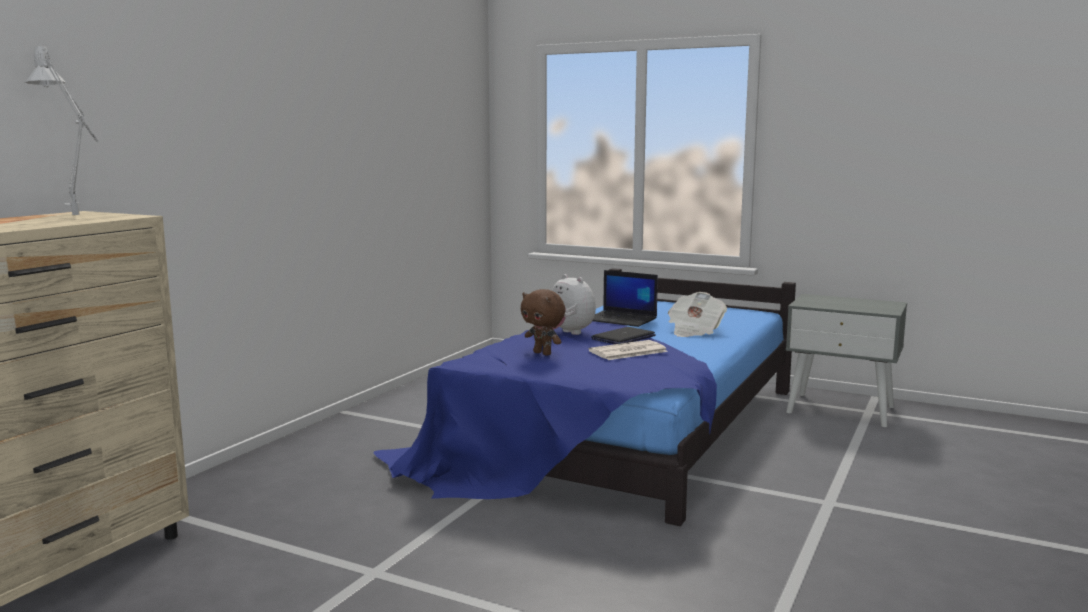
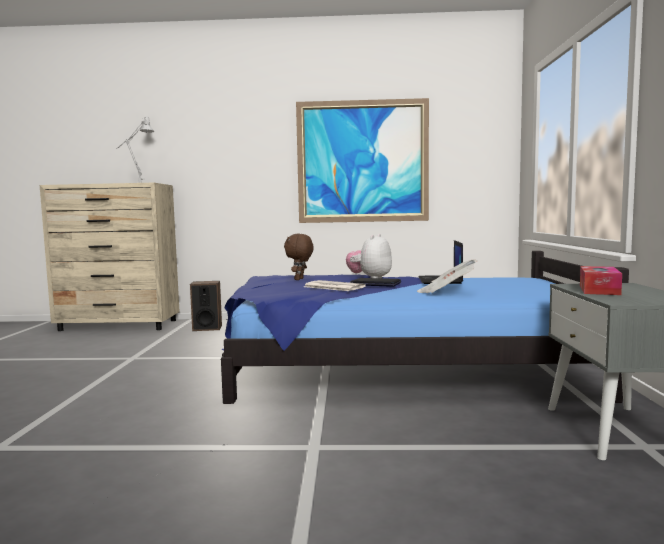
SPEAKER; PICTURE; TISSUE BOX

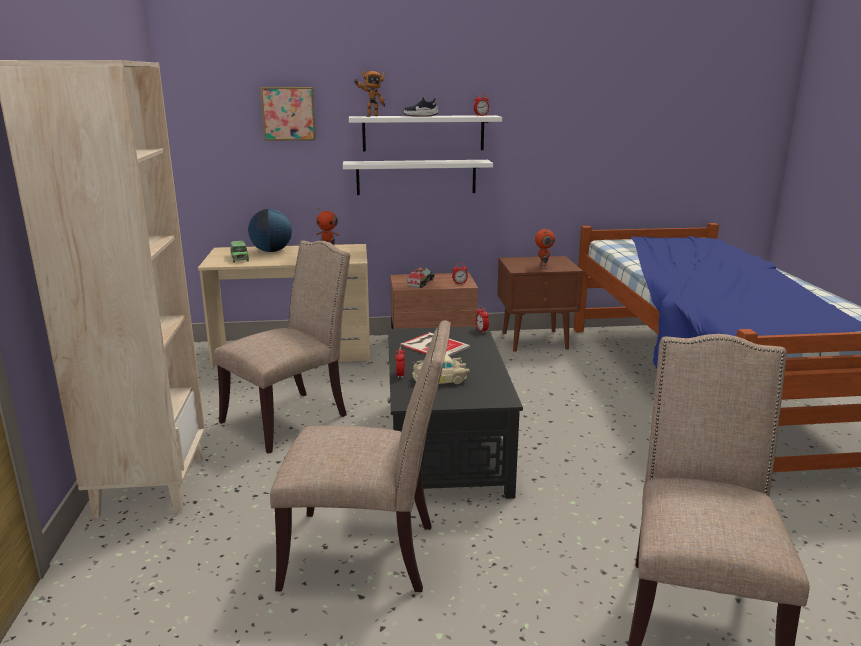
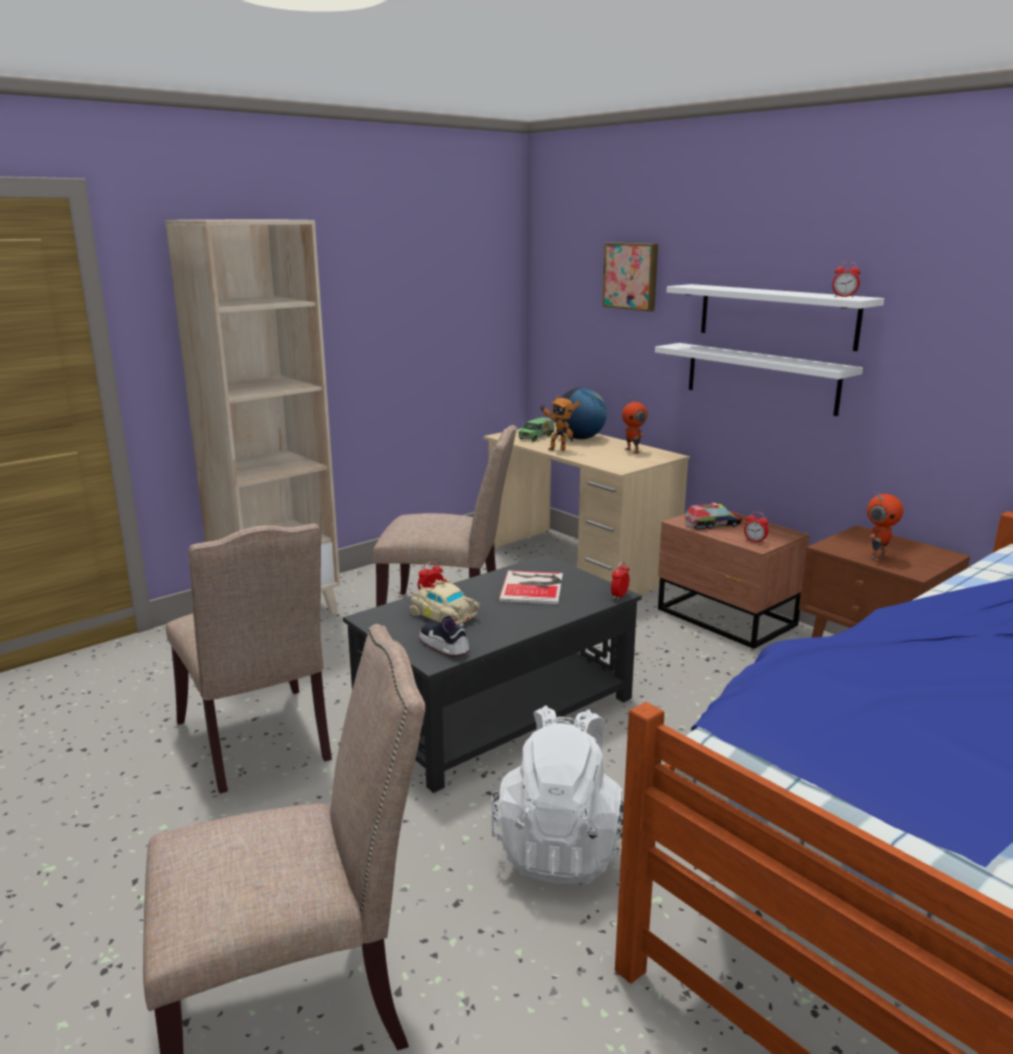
WHITE BACKPACK; TOY ROBOT (1st from left); SHOE

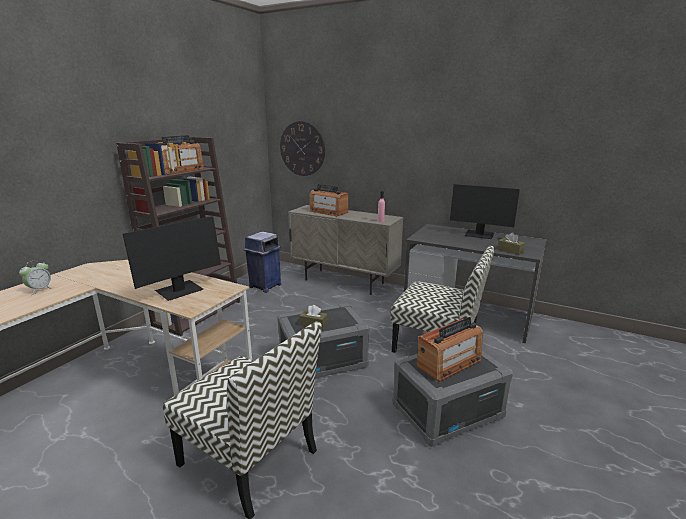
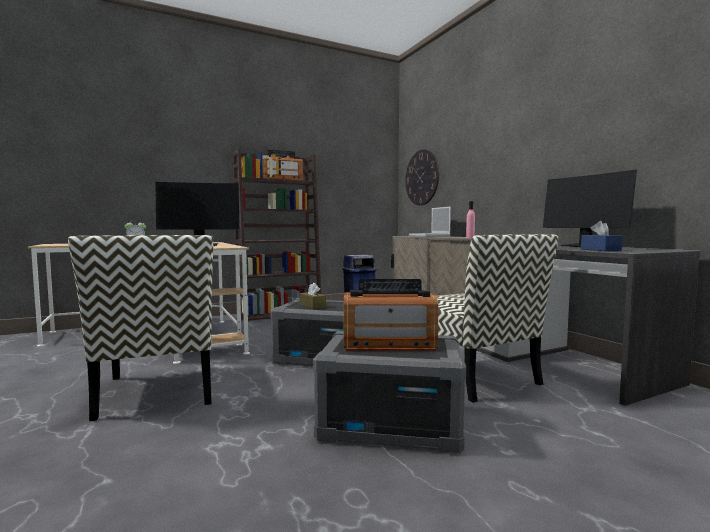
LAPTOP; BLUE TISSUE BOX

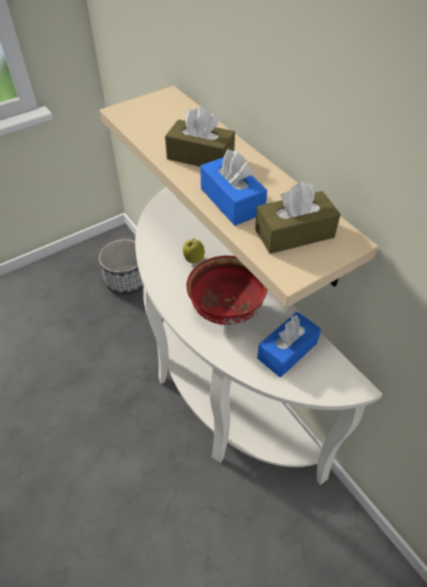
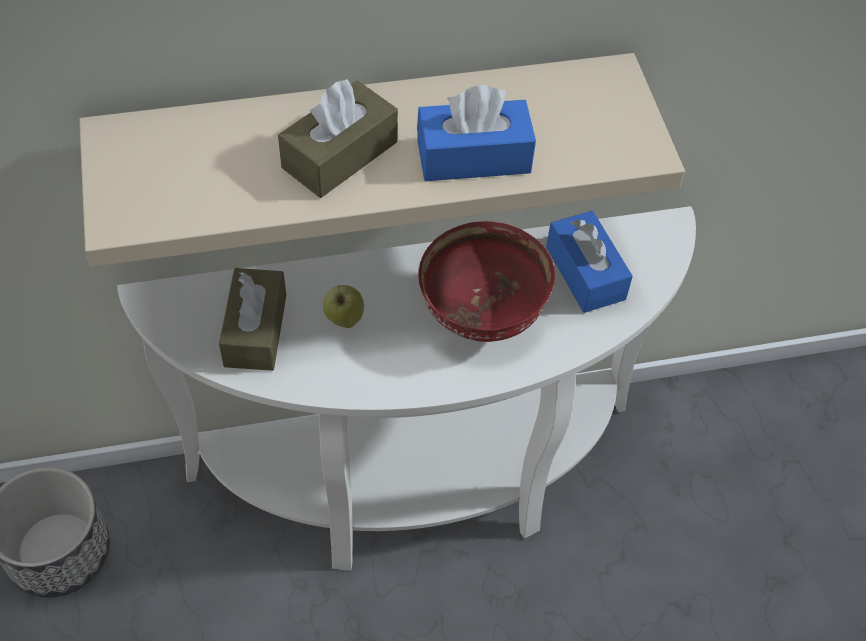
BROWN TISSUE BOX (1st from left)

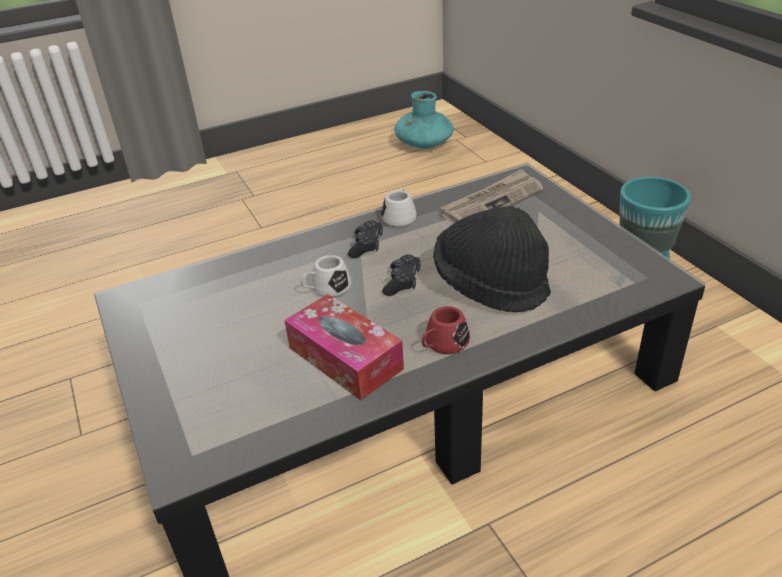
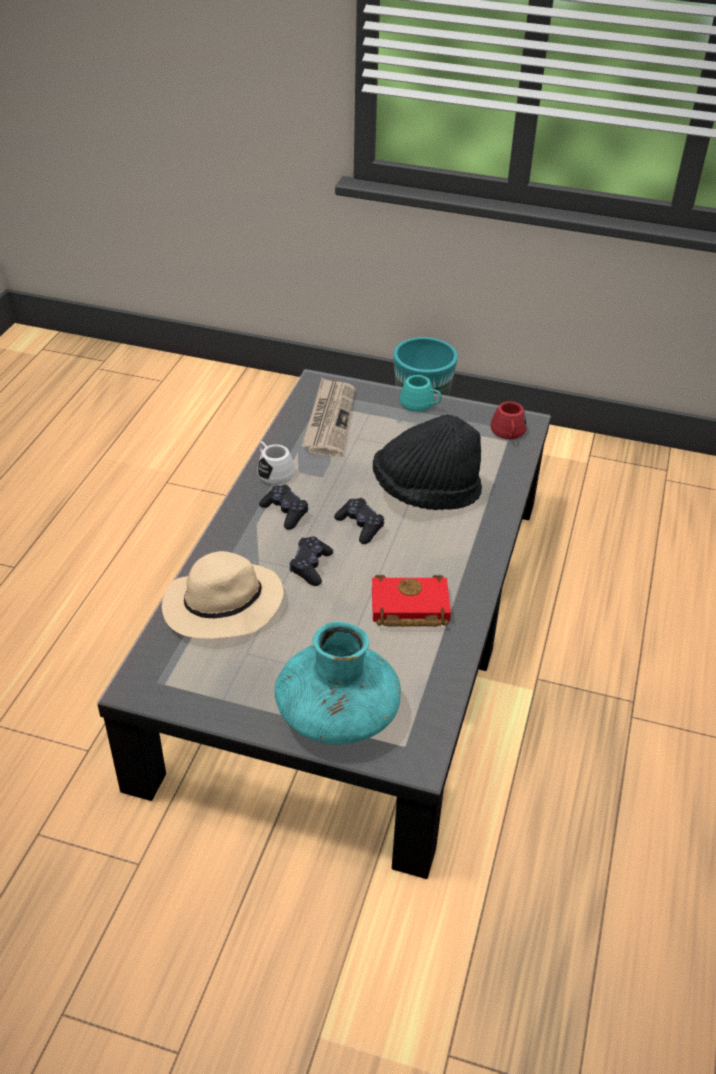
BEIGE HAT; TURQUOISE MUG; TURQUOISE VASE; RED MUG; RED BOOK; BLACK GAME CONTROLLER (2nd from left)

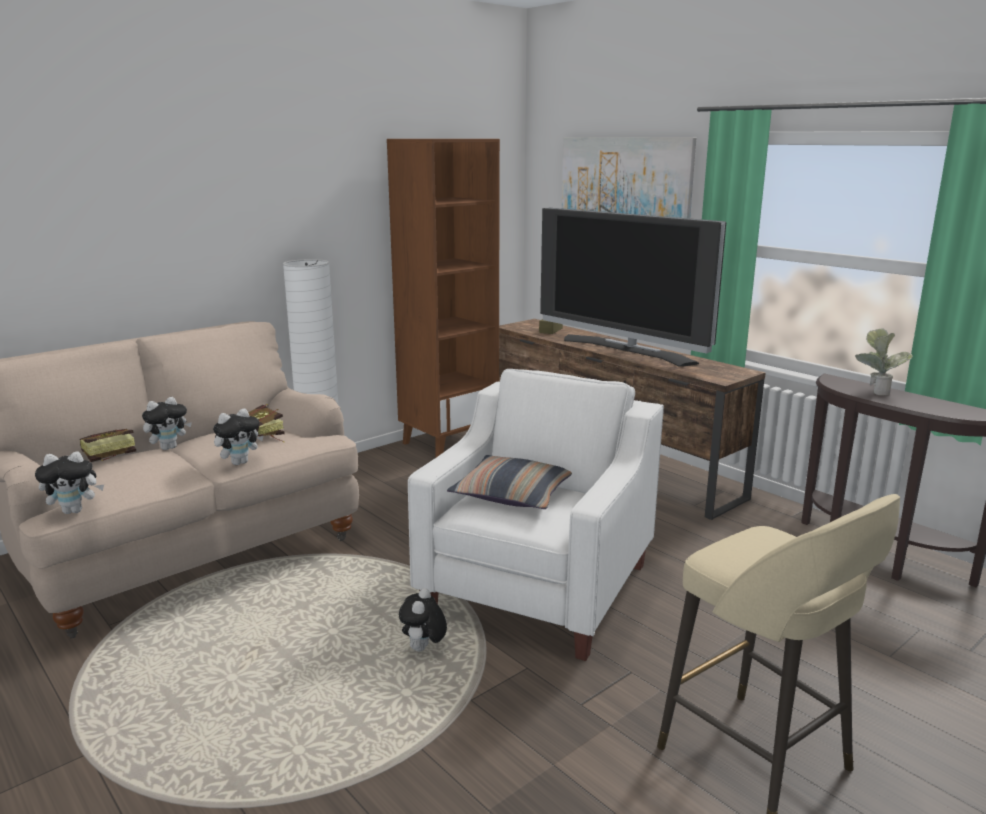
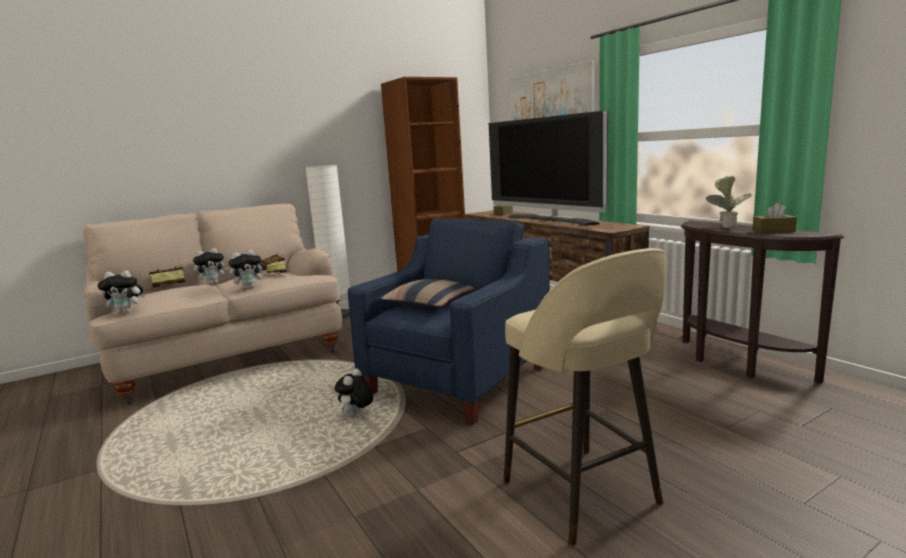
BROWN TISSUE BOX (2nd from left); BLUE ARMCHAIR

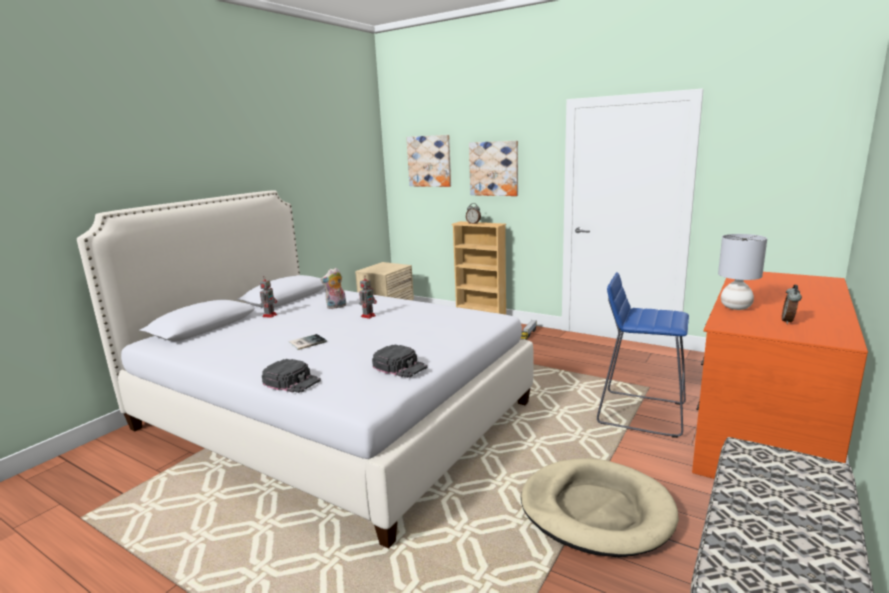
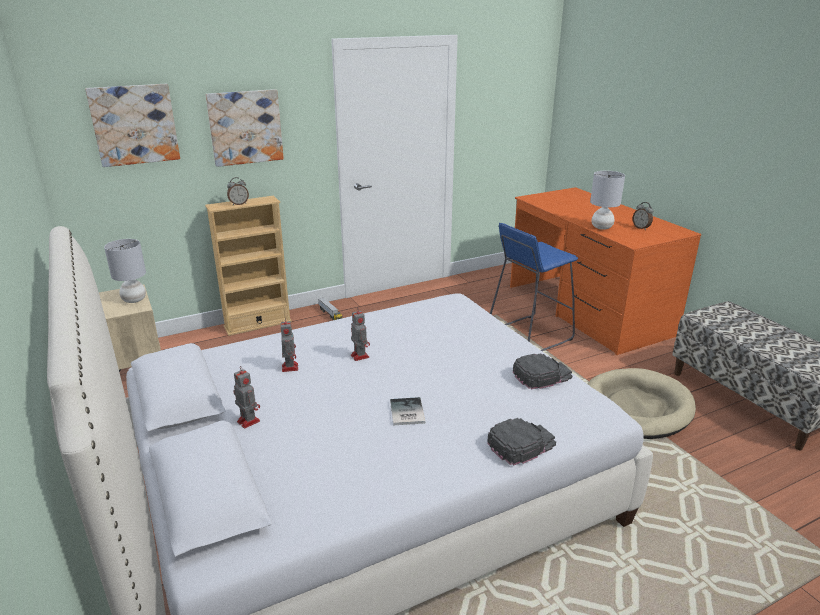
GREY TABLE LAMP (1st from left); TOY ROBOT (2nd from left)

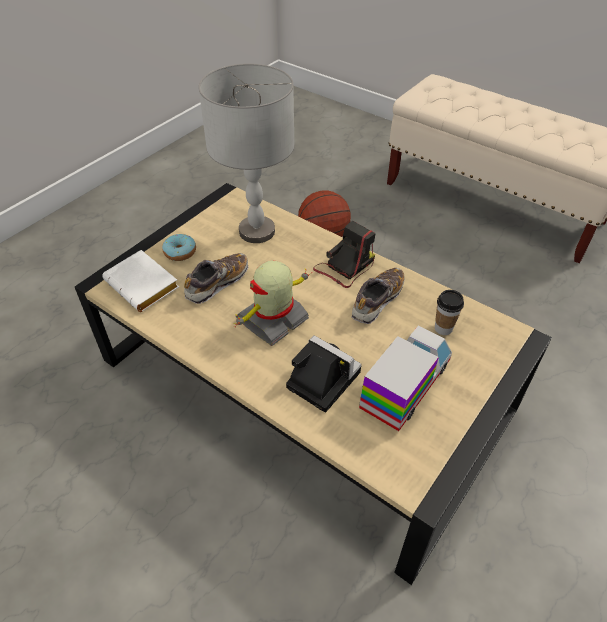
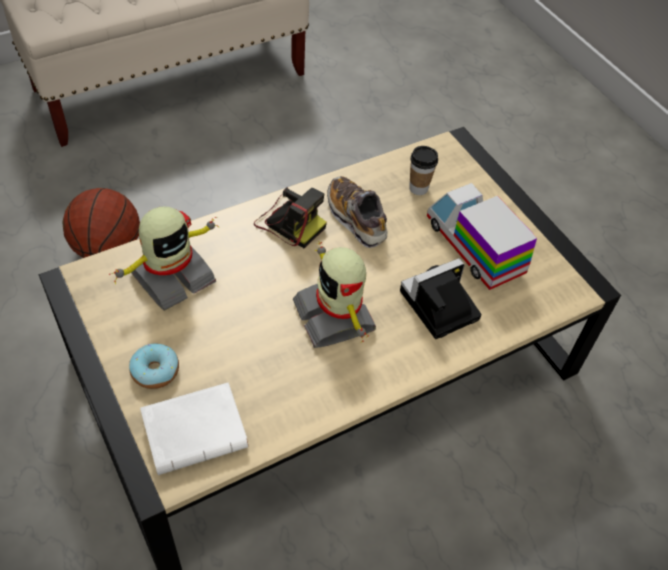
SHOE (1st from left in the first image); TOY ROBOT (1st from left); PHOTO CAMERA (1st from left)

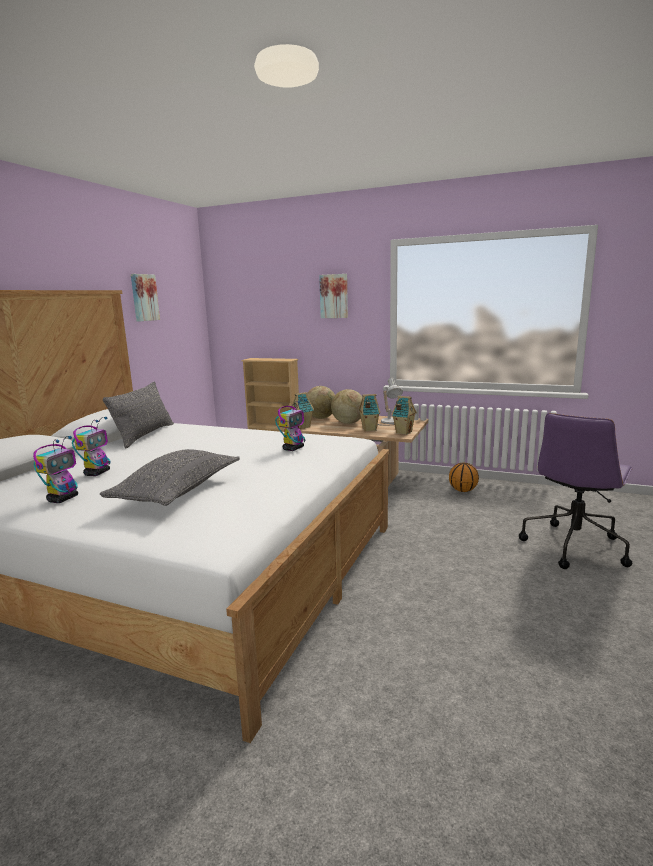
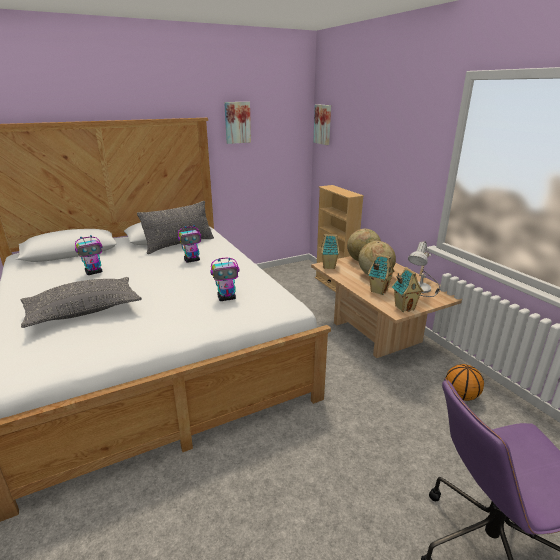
TOY ROBOT (2nd from left); PICTURE (2nd from left)

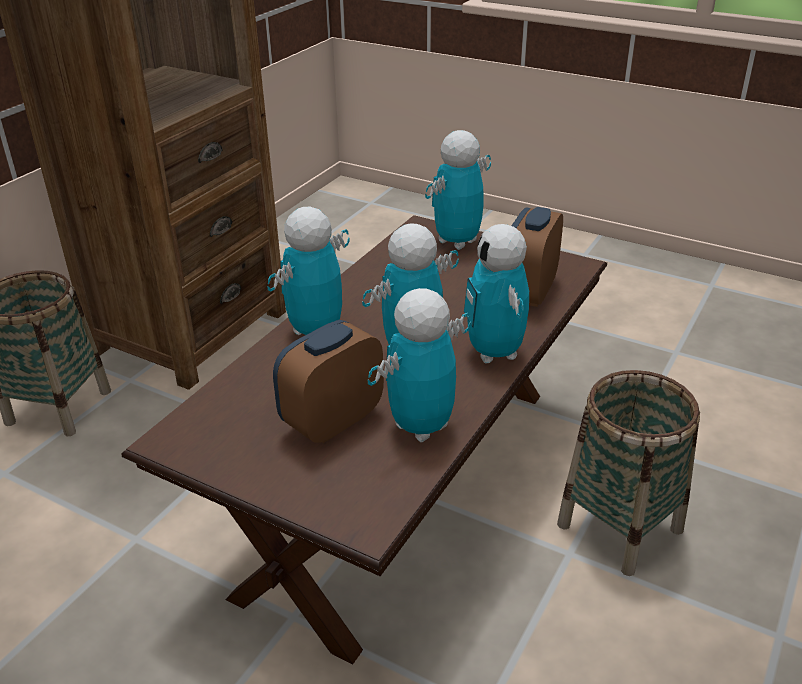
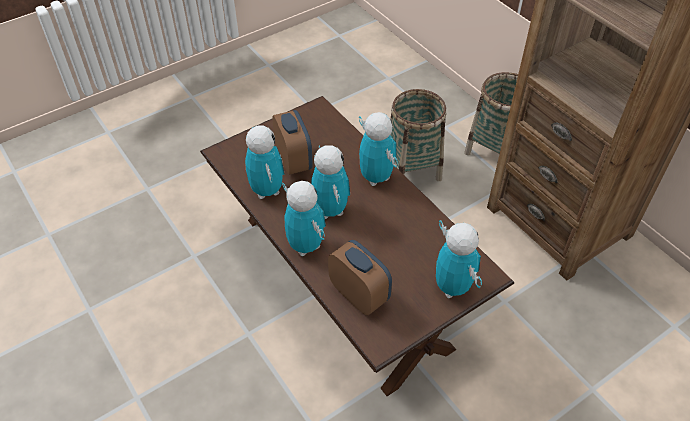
BASKET (1st from left); TOY ROBOT (2nd from left)

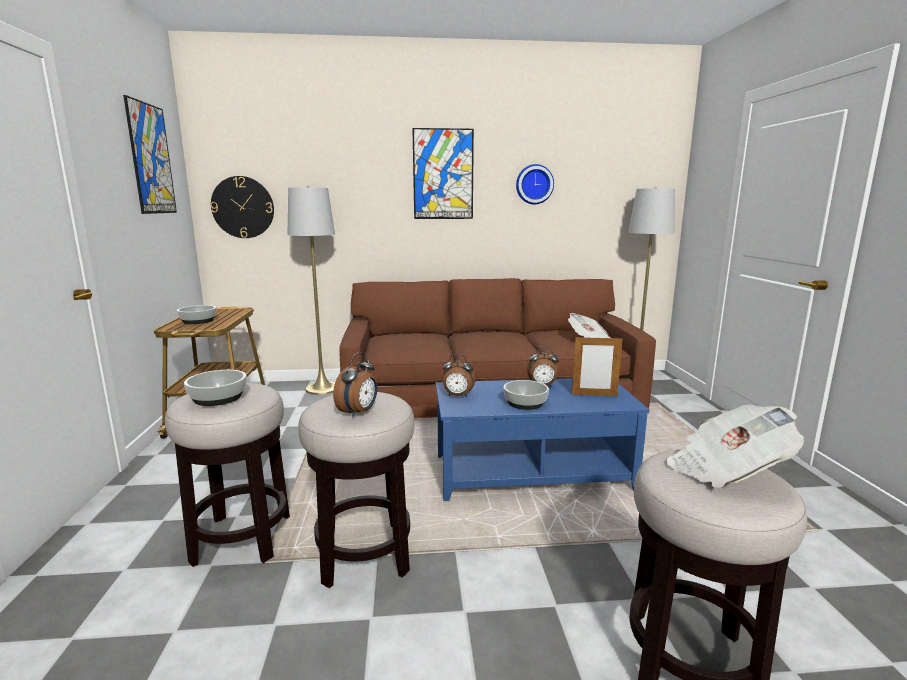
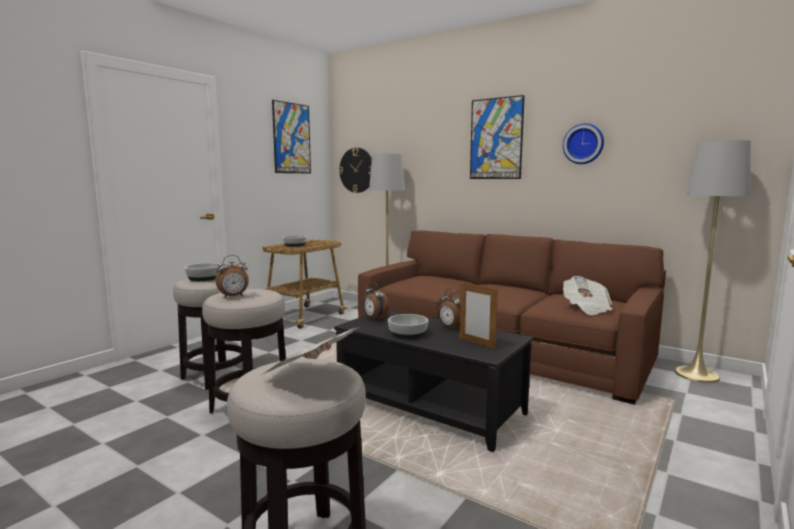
BLACK COFFEE TABLE

